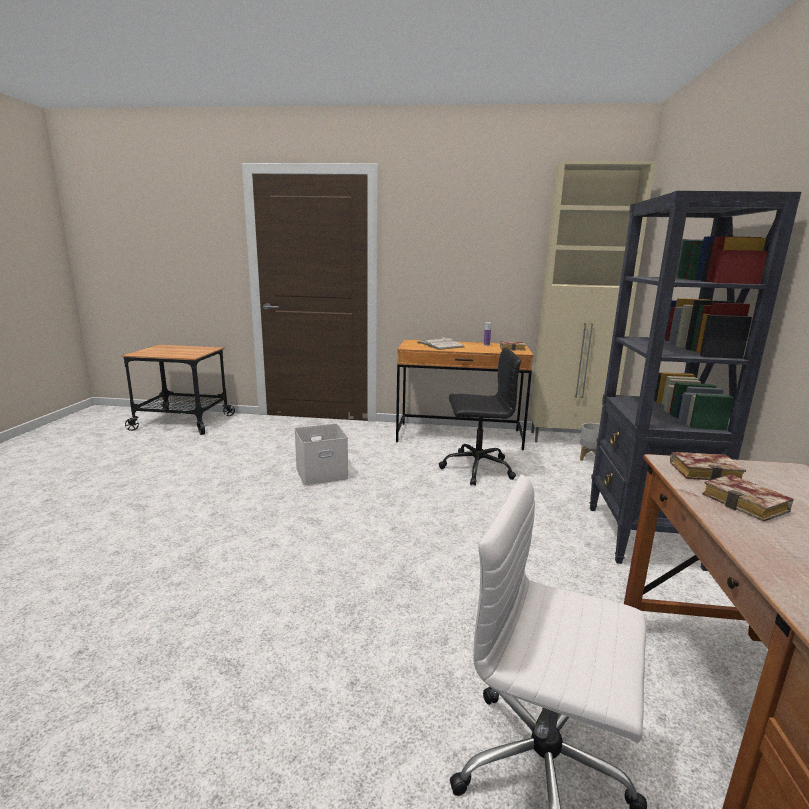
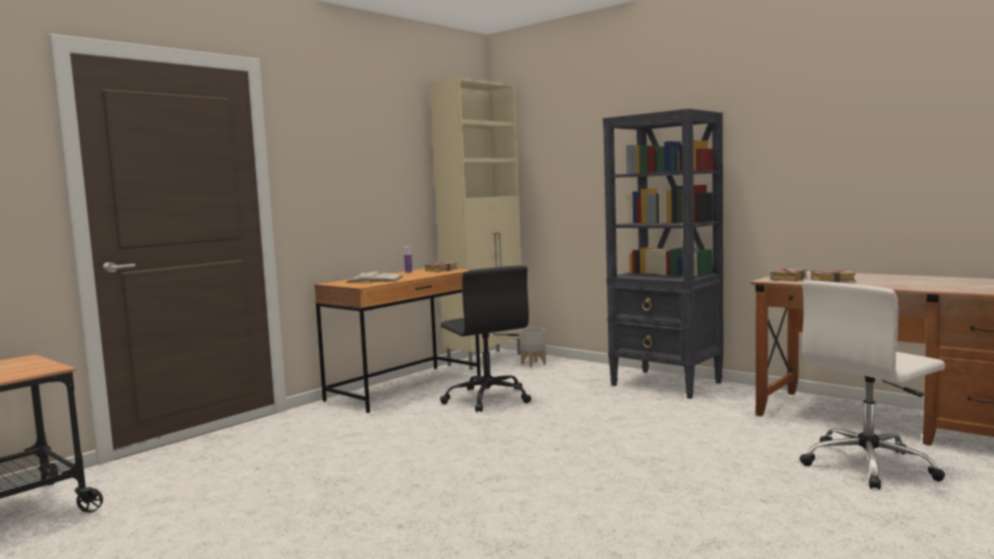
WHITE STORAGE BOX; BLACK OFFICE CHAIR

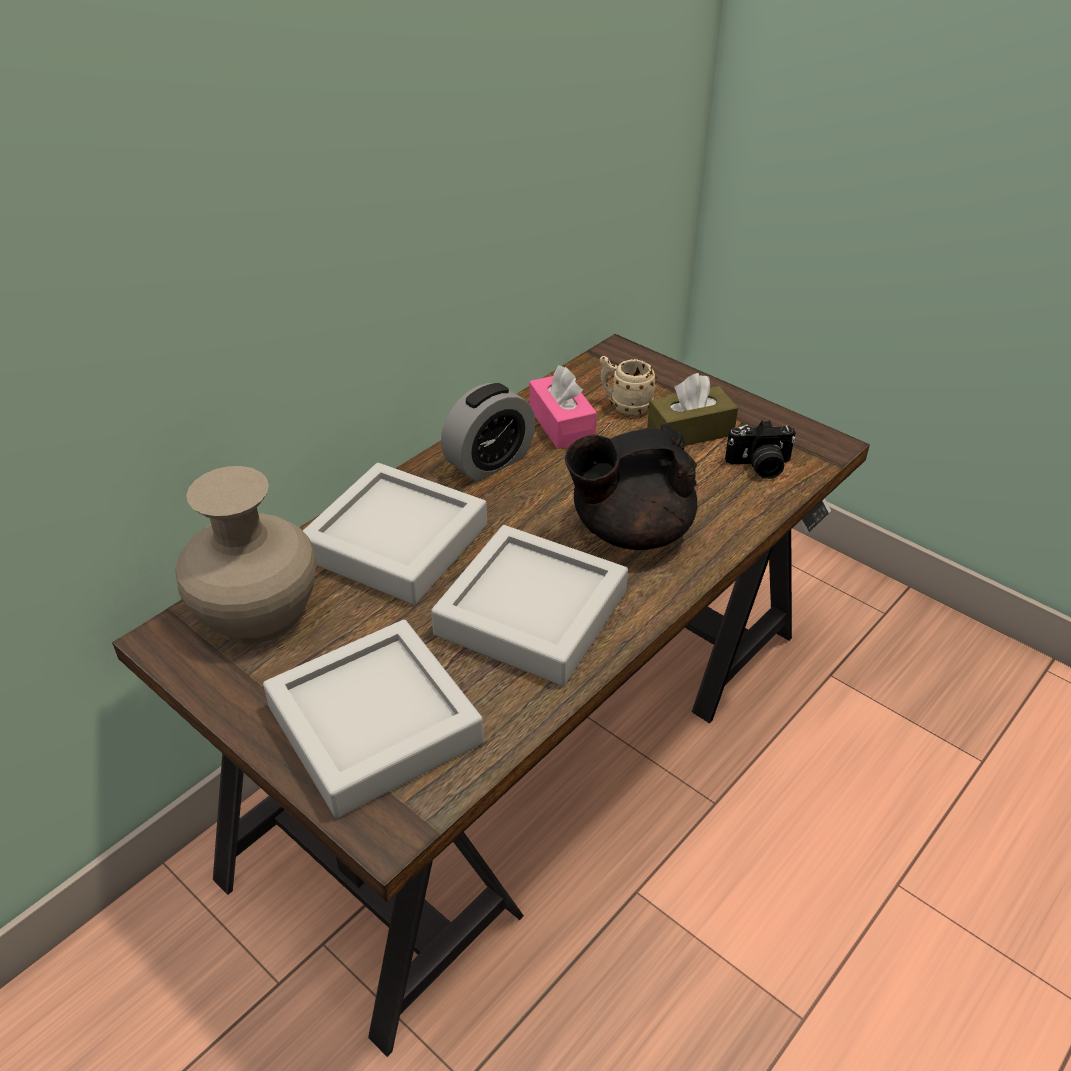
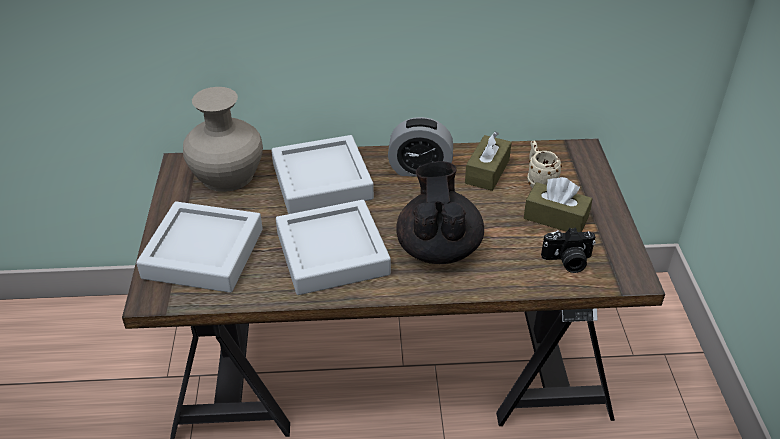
BROWN TISSUE BOX (1st from left); BLACK TEAPOT; PHOTO CAMERA

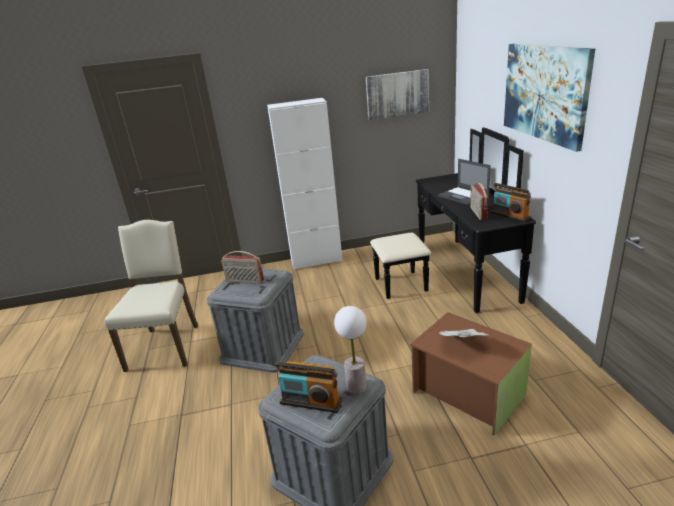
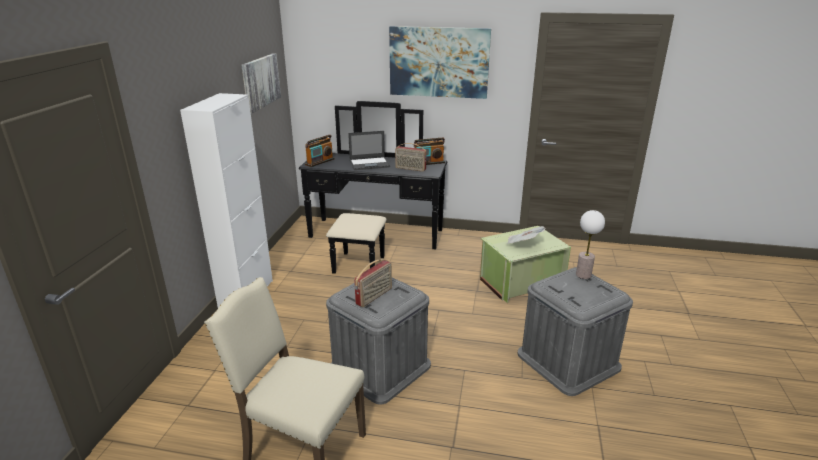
RADIO (1st from left); GREEN STORAGE BOX

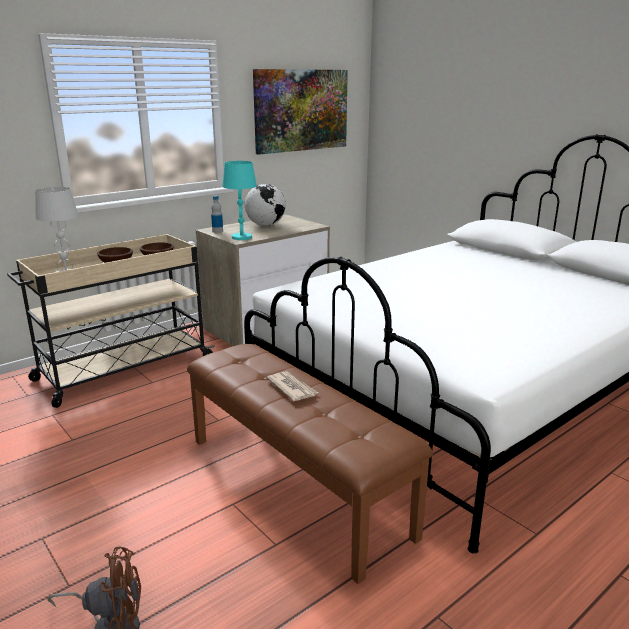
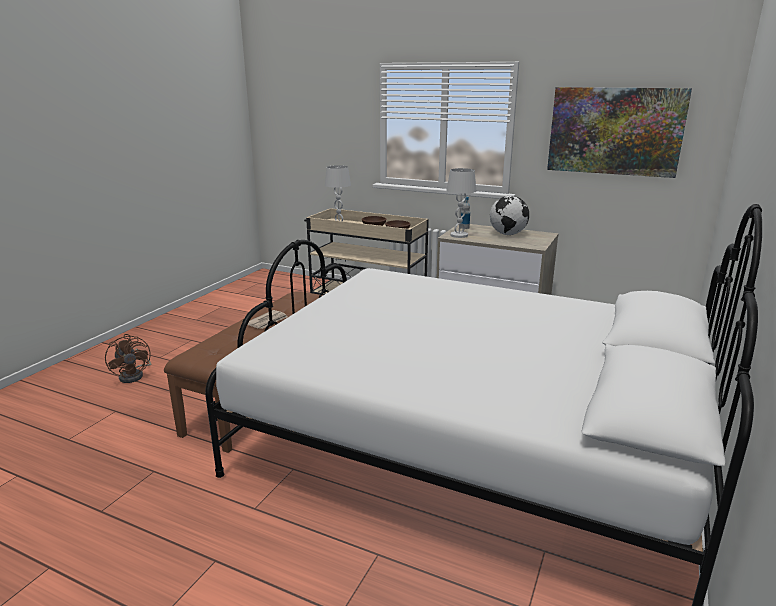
WHITE TABLE LAMP (2nd from left)

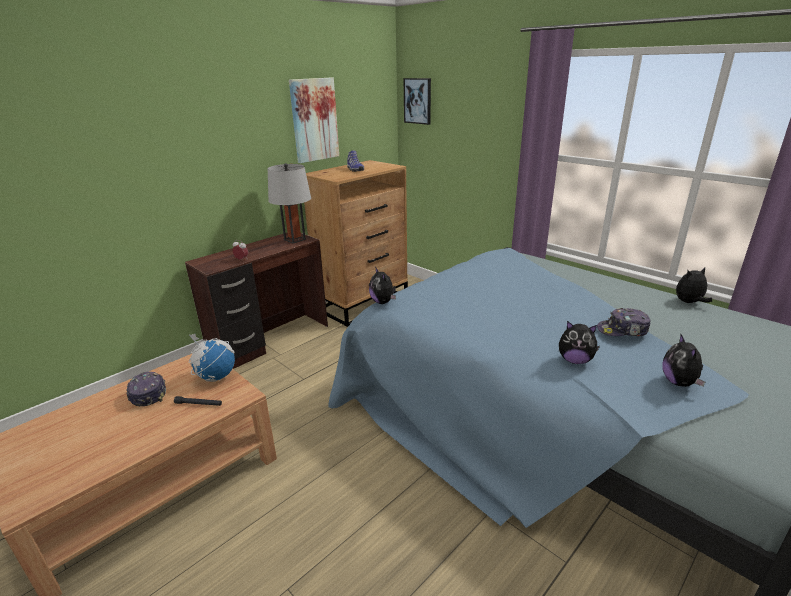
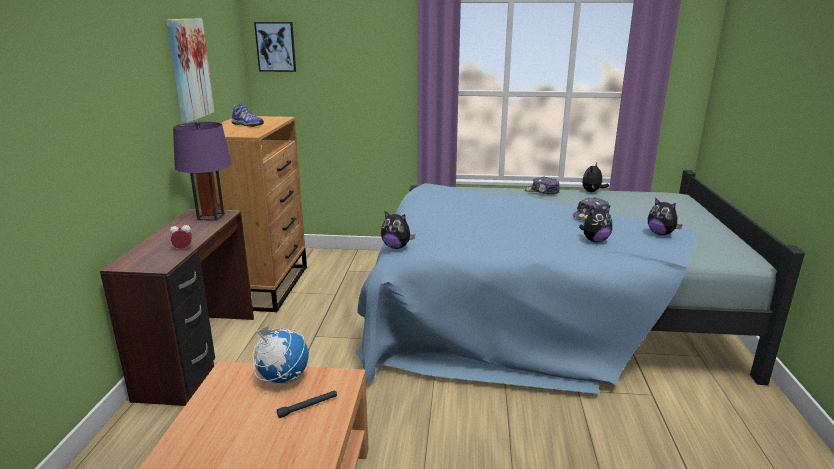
CAP (1st from left); PURPLE TABLE LAMP

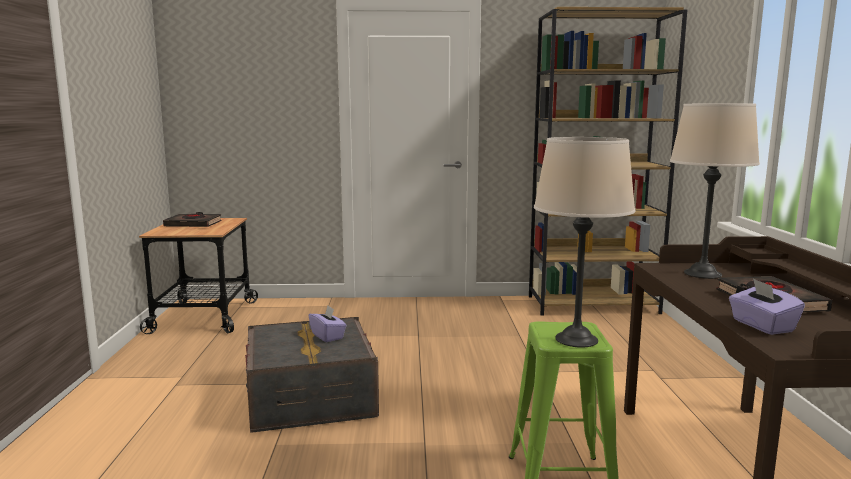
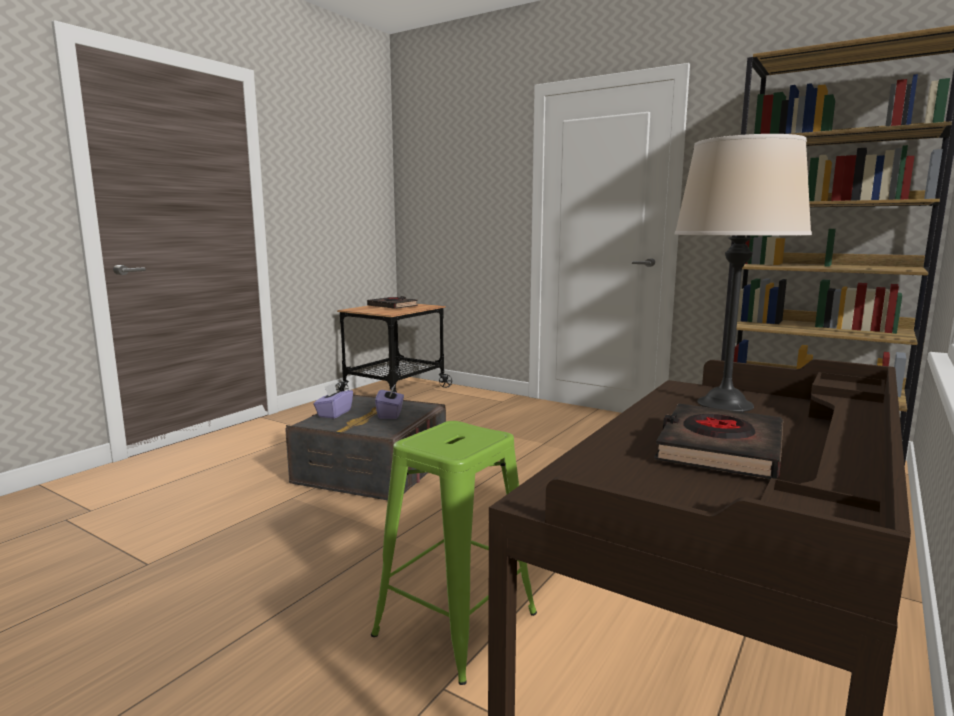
BEIGE TABLE LAMP (1st from left in the first image); PURPLE TISSUE BOX (1st from left)

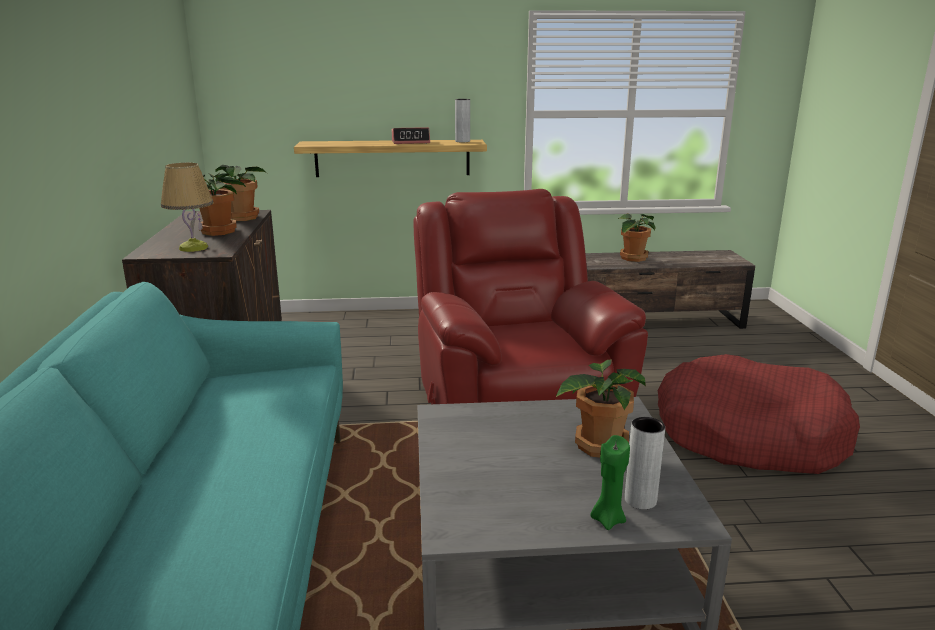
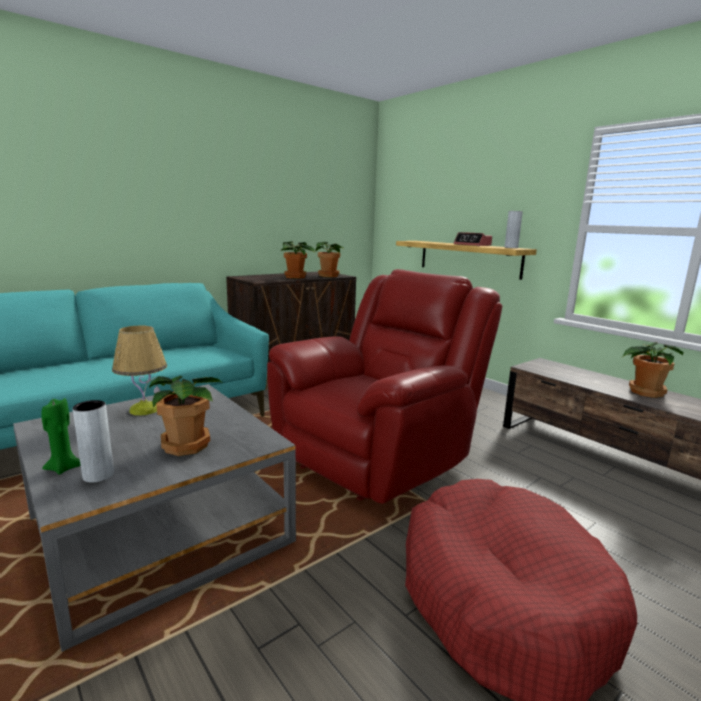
TABLE LAMP

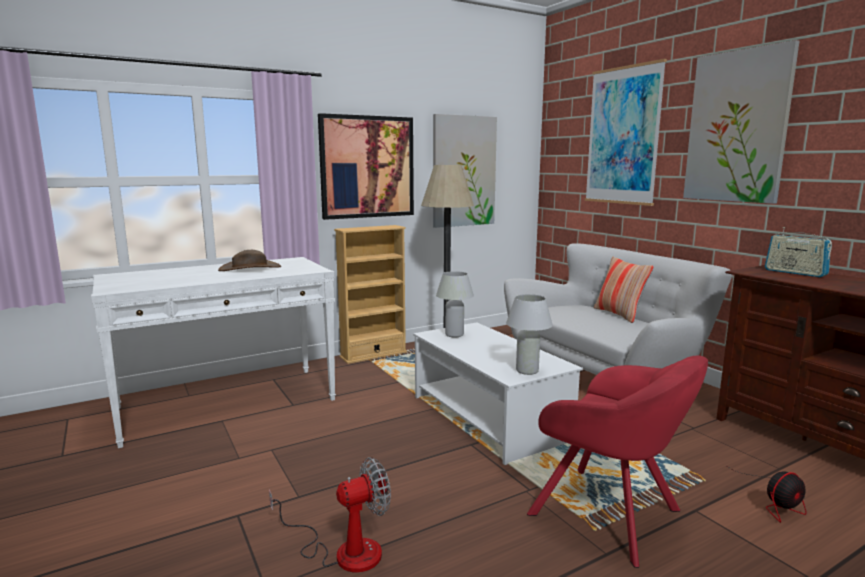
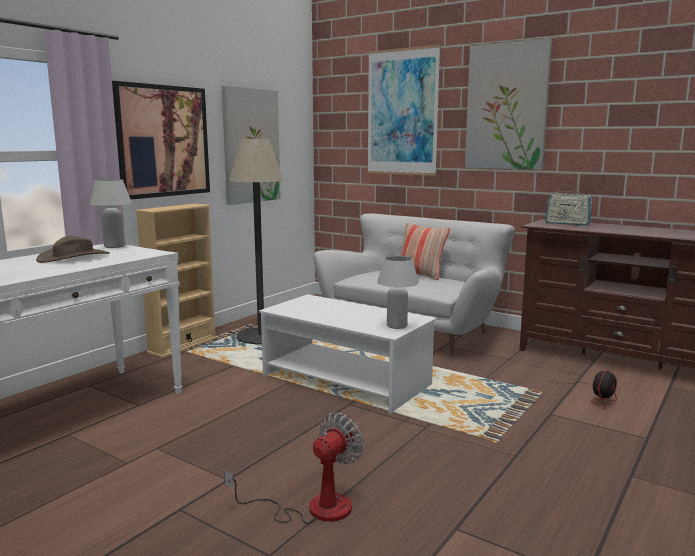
RED ARMCHAIR; WHITE TABLE LAMP (1st from left)

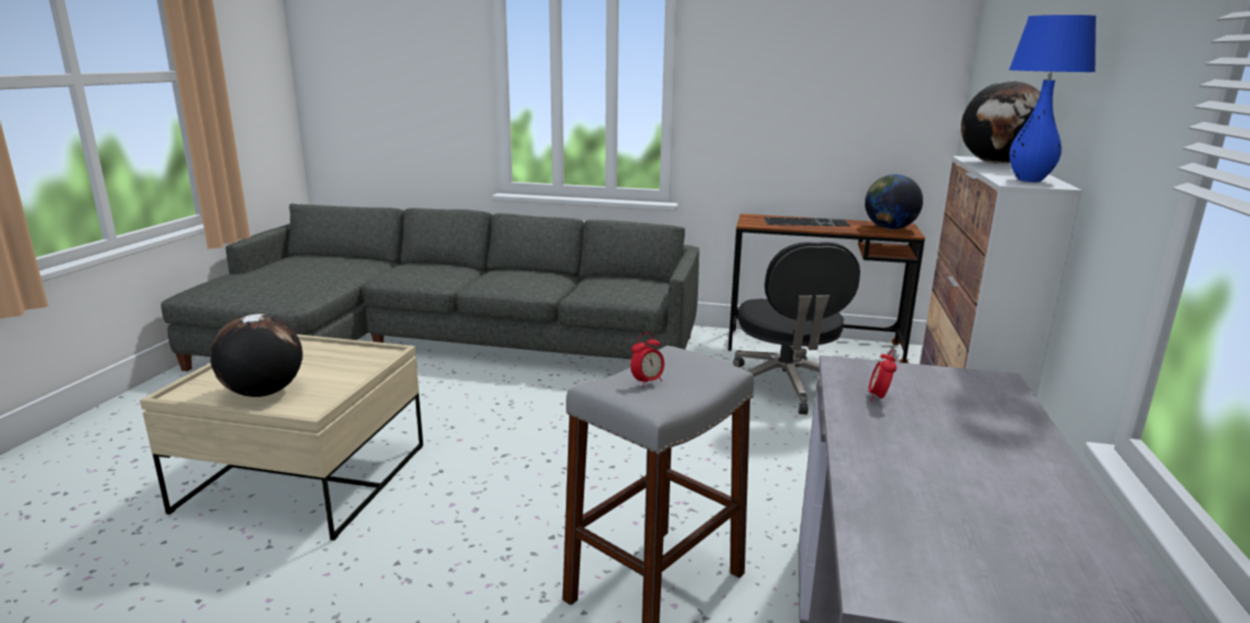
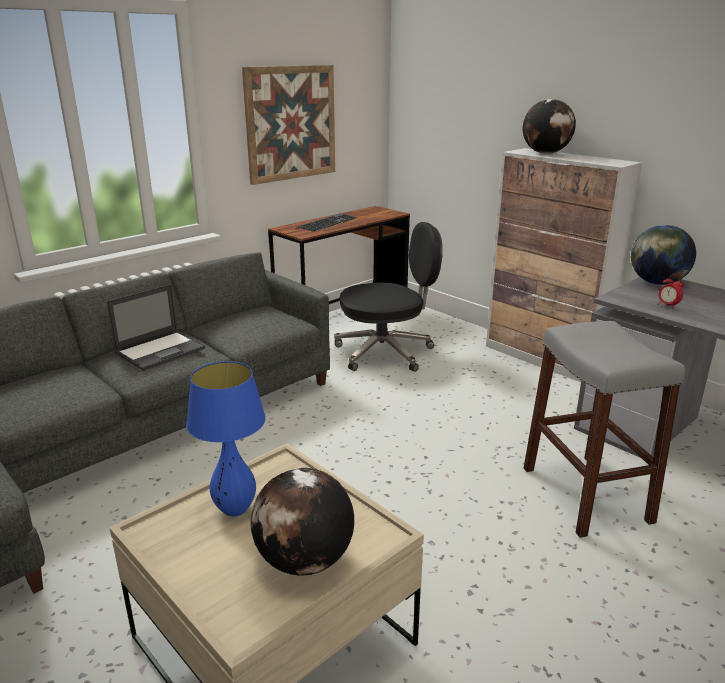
ALARM CLOCK (1st from left in the first image); LAPTOP; PICTURE; GLOBE (3rd from left); BLUE TABLE LAMP; BLACK OFFICE CHAIR

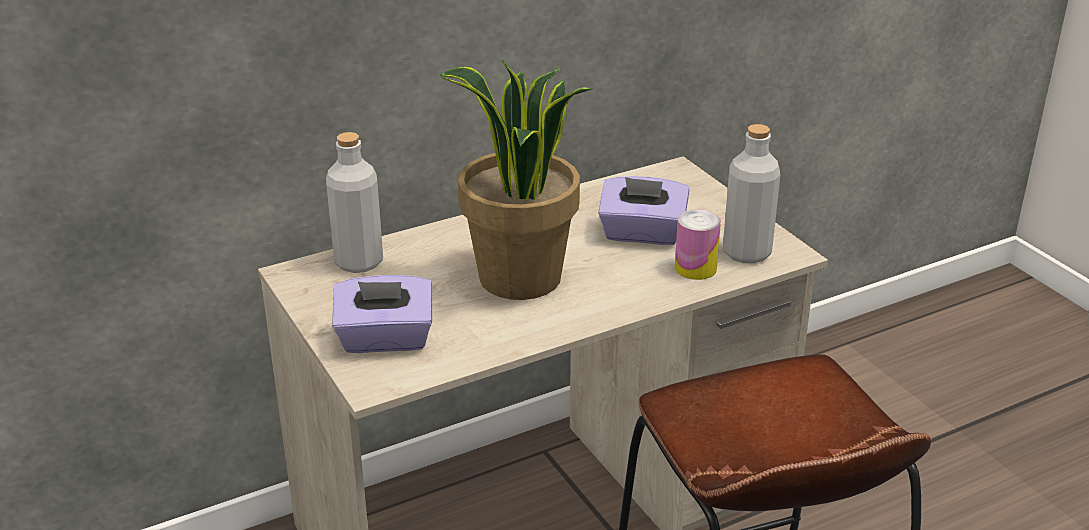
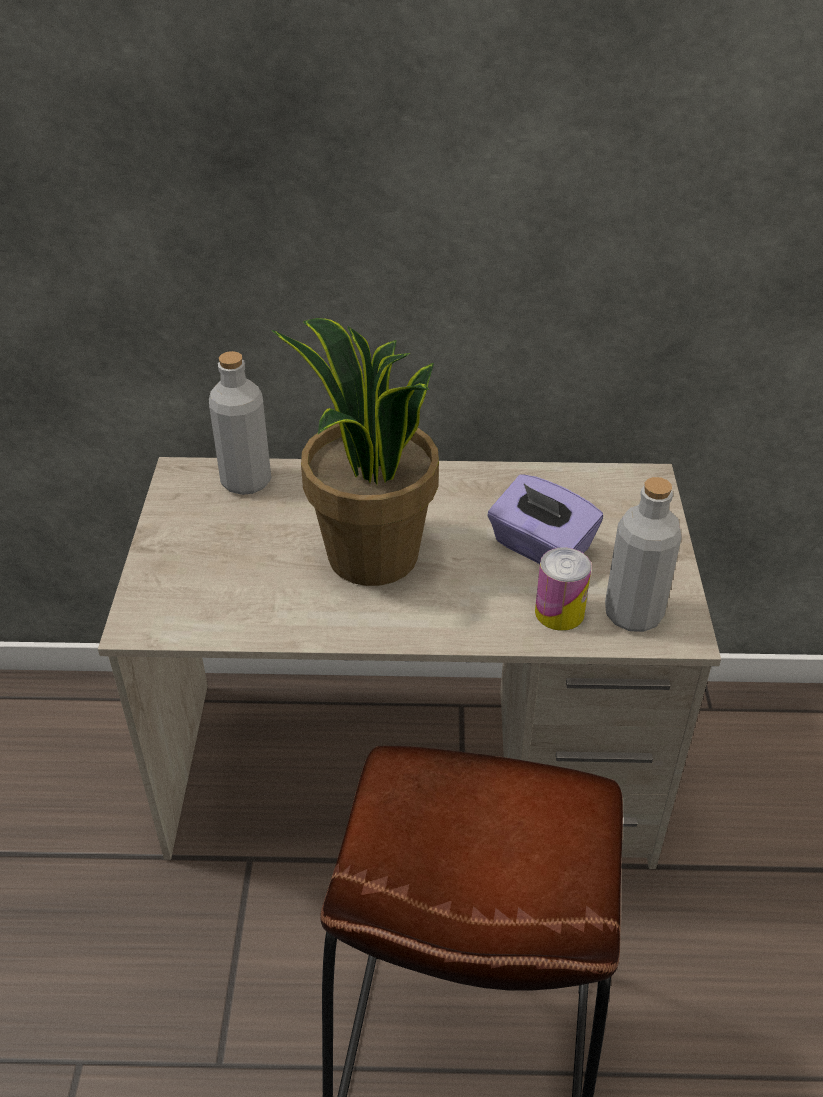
PURPLE TISSUE BOX (1st from left in the first image)

